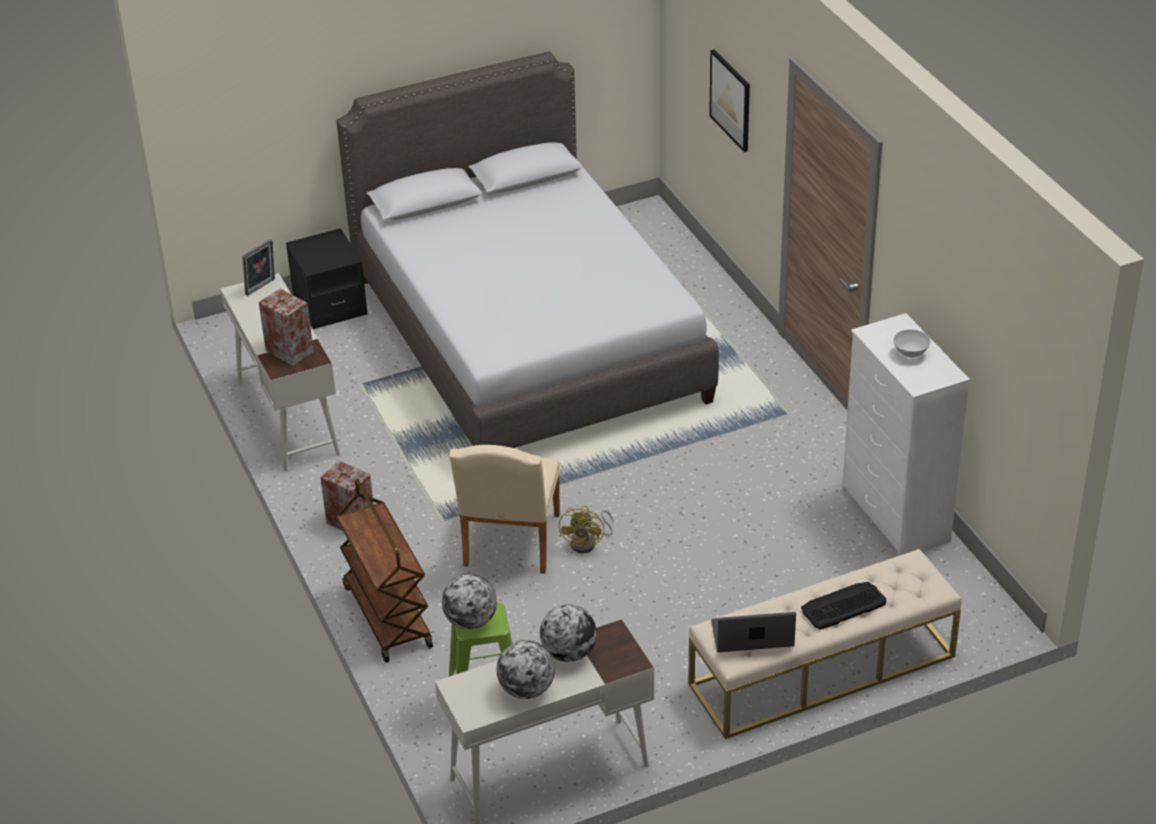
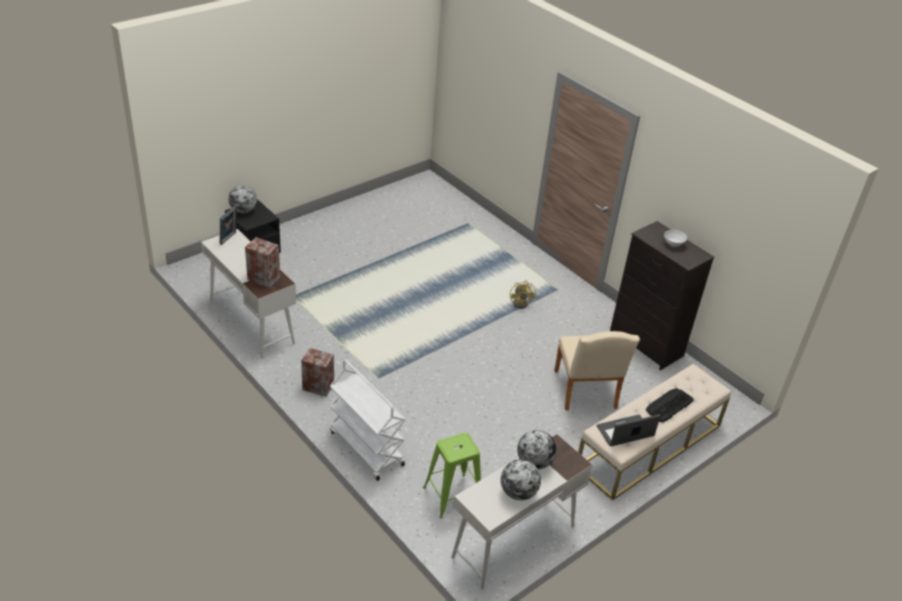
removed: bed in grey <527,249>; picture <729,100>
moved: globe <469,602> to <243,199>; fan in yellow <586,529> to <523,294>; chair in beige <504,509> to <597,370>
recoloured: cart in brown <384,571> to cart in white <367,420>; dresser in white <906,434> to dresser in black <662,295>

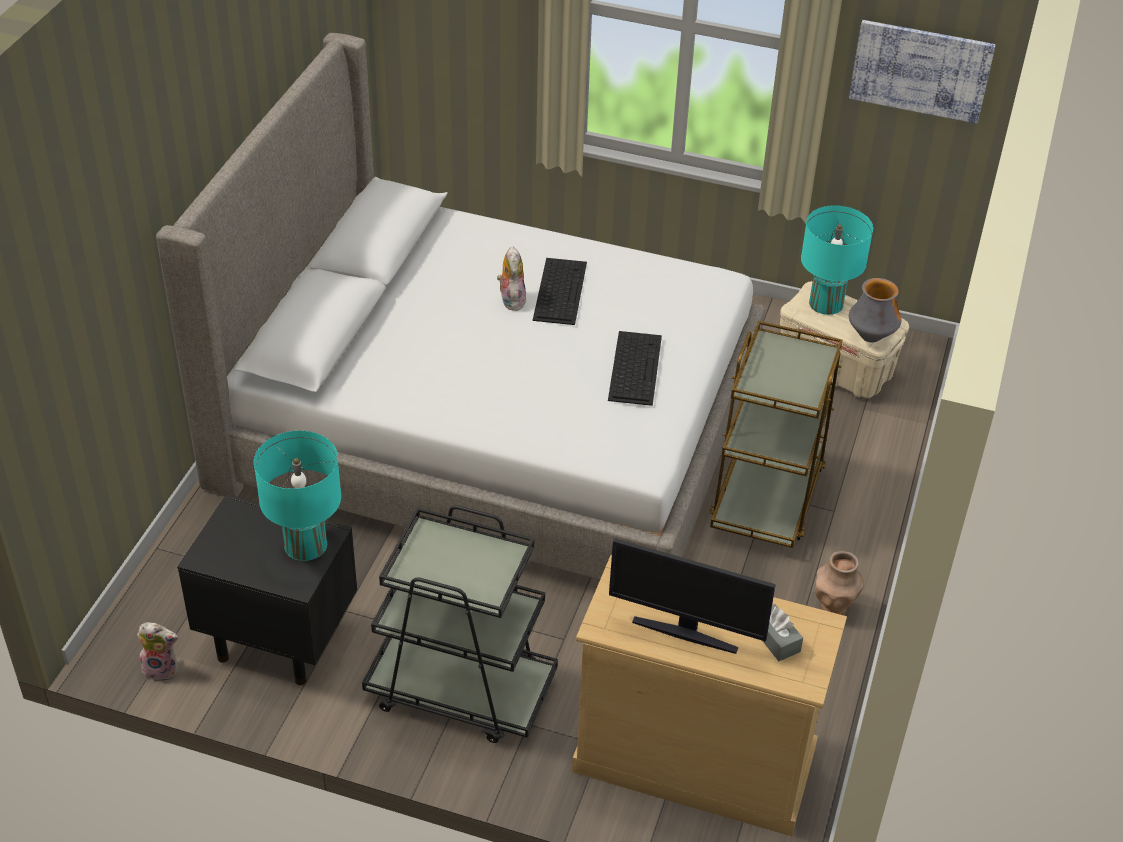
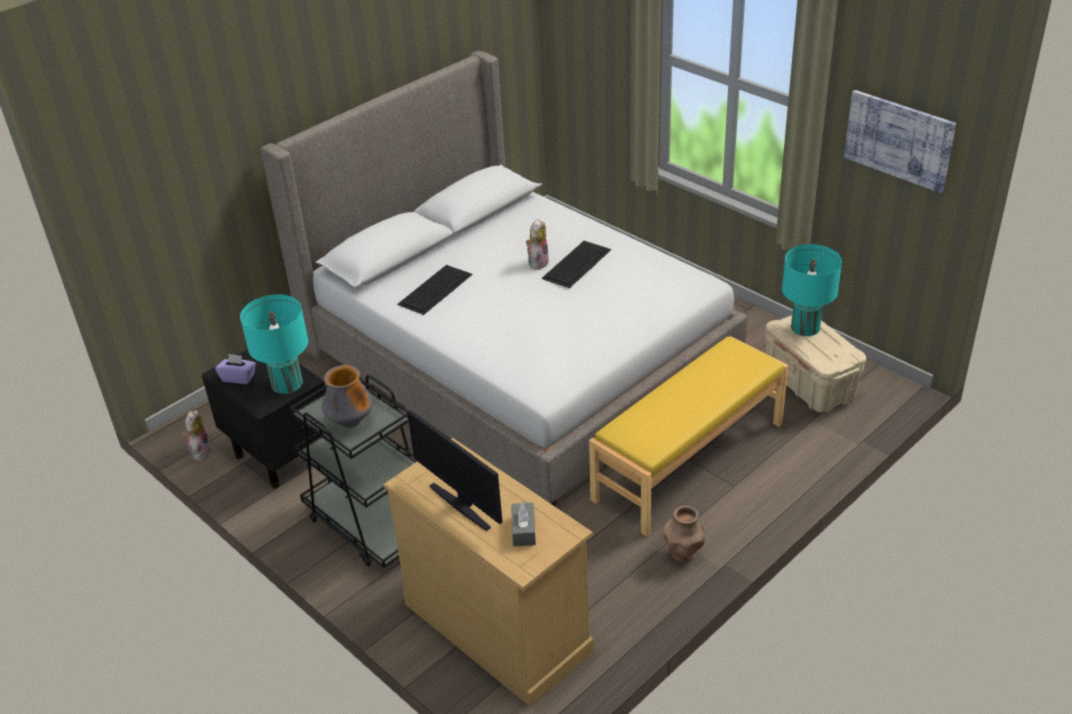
added: tissue box in purple <235,369>
moved: vase <875,310> to <347,396>; keyboard <635,368> to <434,290>
replaced: cart in brown <776,434> to bench in yellow <688,436>
turned: plush toy <157,652> = <197,435> 120 degrees counterclockwise

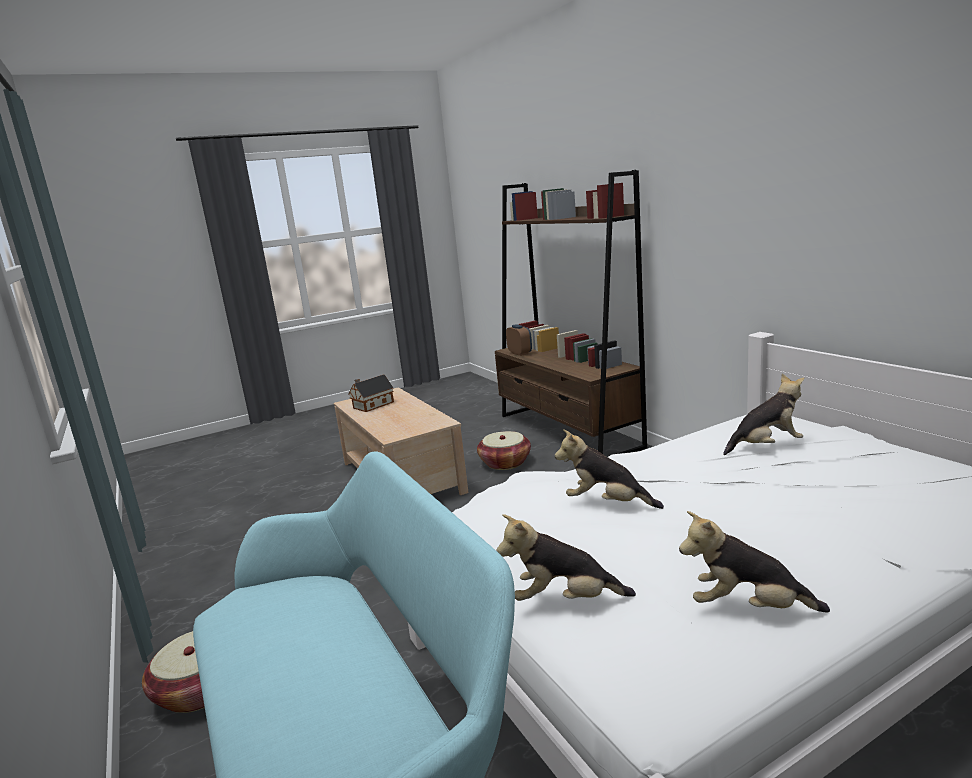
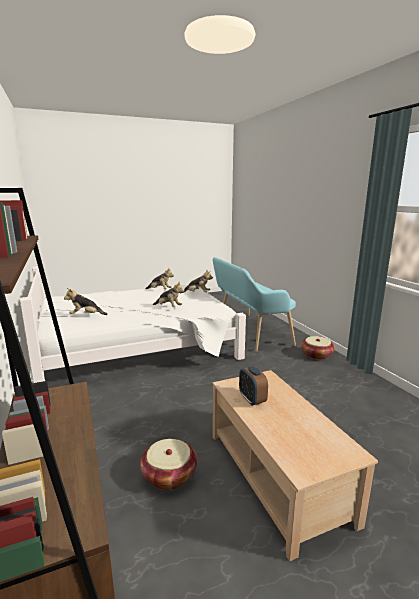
removed: toy house <371,393>
moved: alarm clock <519,340> to <253,386>

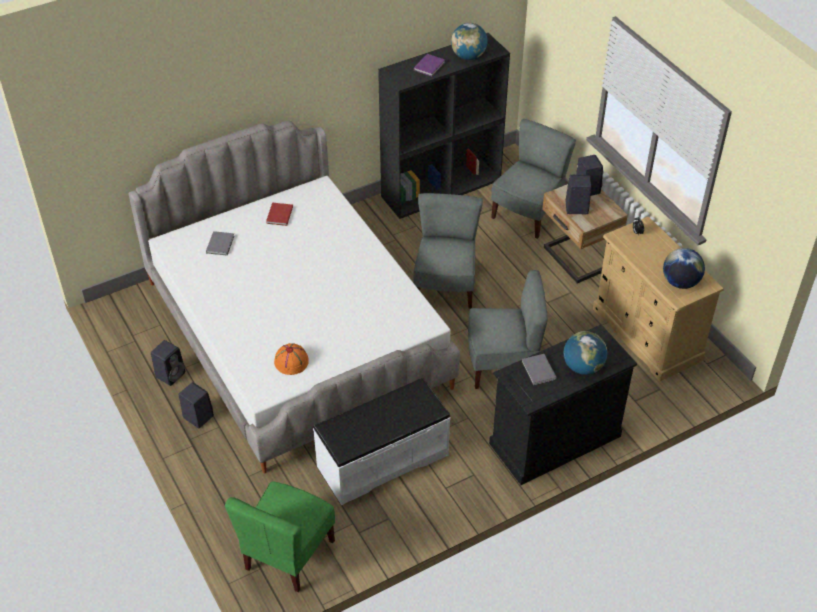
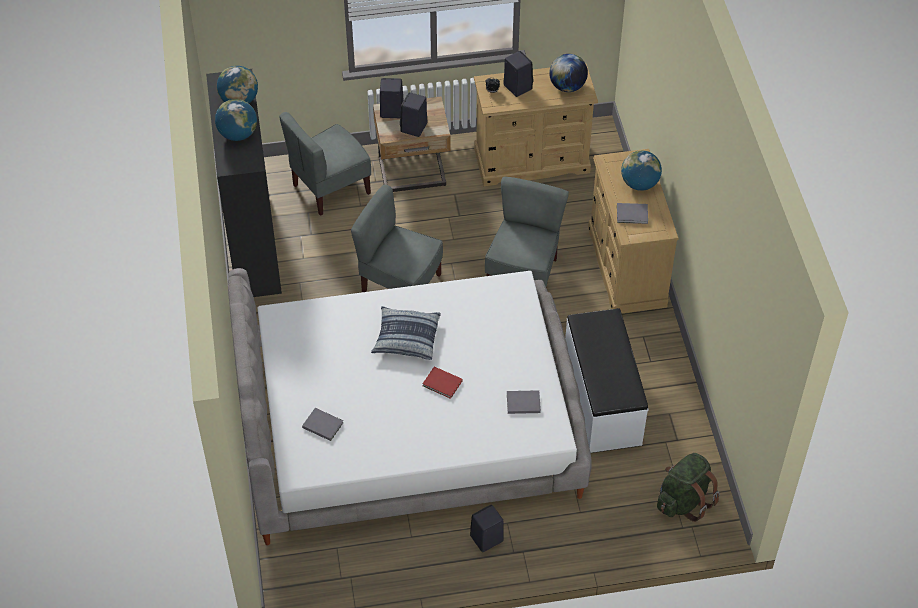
added: pillow <406,333>
moved: book in red <279,214> to <443,383>; speaker in black <168,363> to <518,74>
replaced: book in purple <429,65> to globe <236,120>; hat in orange <291,359> to book in grey <524,402>; chair in green <280,536> to backpack in green <688,487>
recoloured: dresser in black <563,405> to dresser in beige <633,231>
turned: chair in grey <533,179> = <325,164> 90 degrees counterclockwise

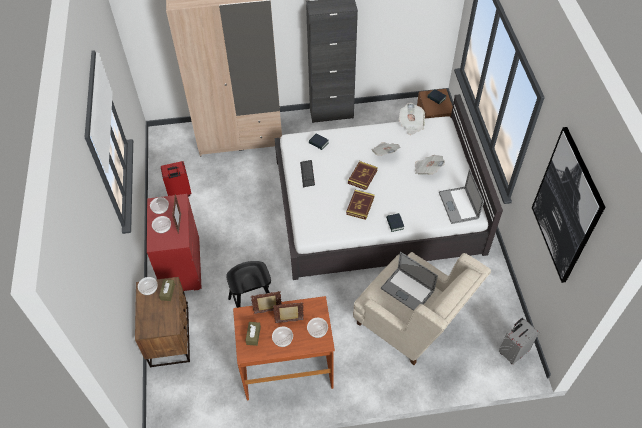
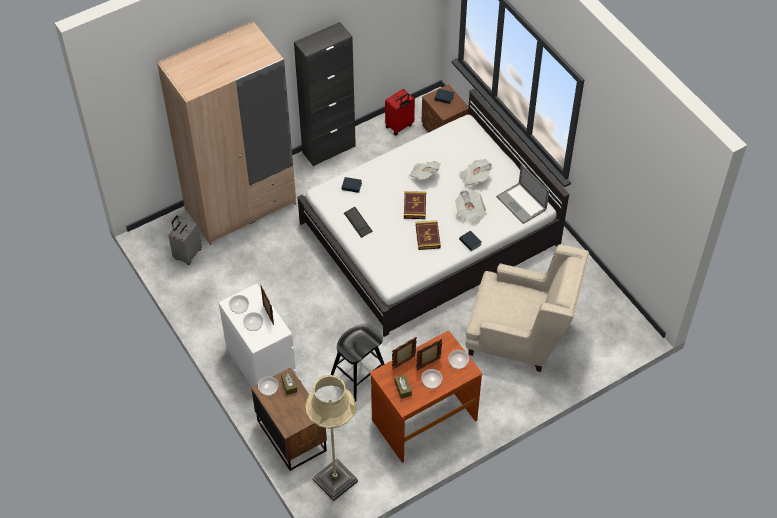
removed: laptop <409,281>; picture <568,205>
added: floor lamp in beige <331,438>
moved: suitcase in grey <519,341> to <185,240>; suitcase in red <176,179> to <400,112>; newspaper <412,119> to <471,208>
recoloured: dresser in red <174,242> to dresser in white <257,335>

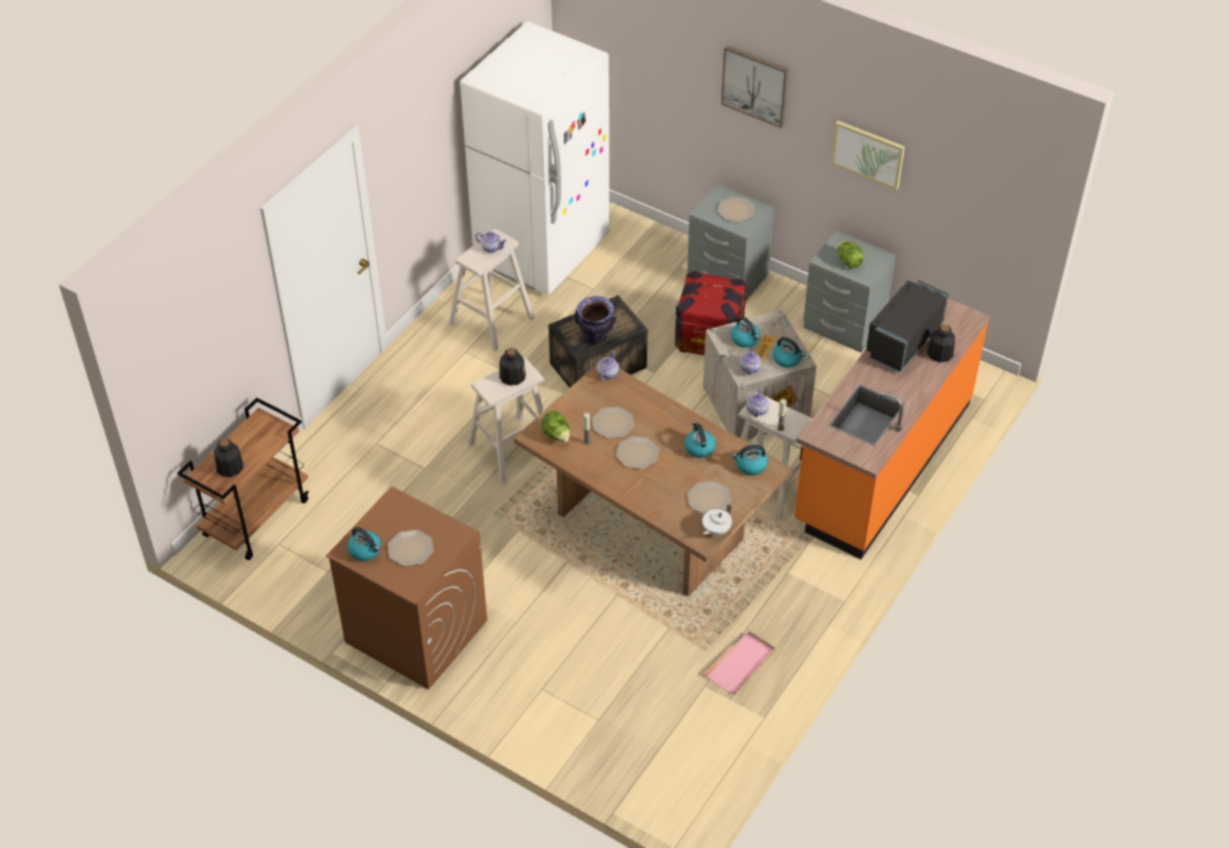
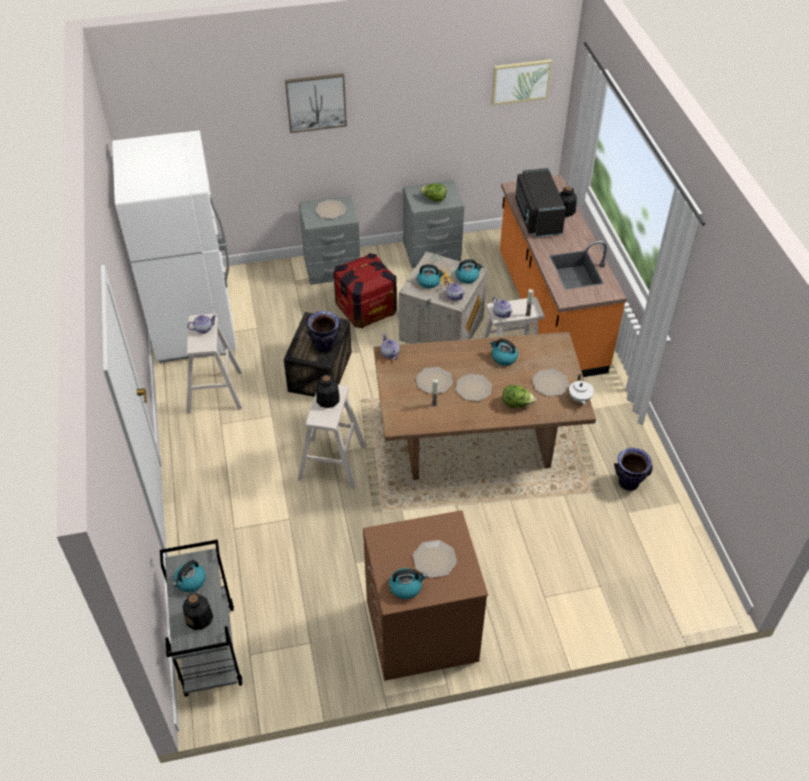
moved: kettle <750,460> to <189,576>; picture <868,155> to <521,82>; lettuce <555,426> to <519,396>
replaced: tray in pink <740,662> to vase <633,469>
recoloured: cart in brown <243,478> to cart in grey <201,618>

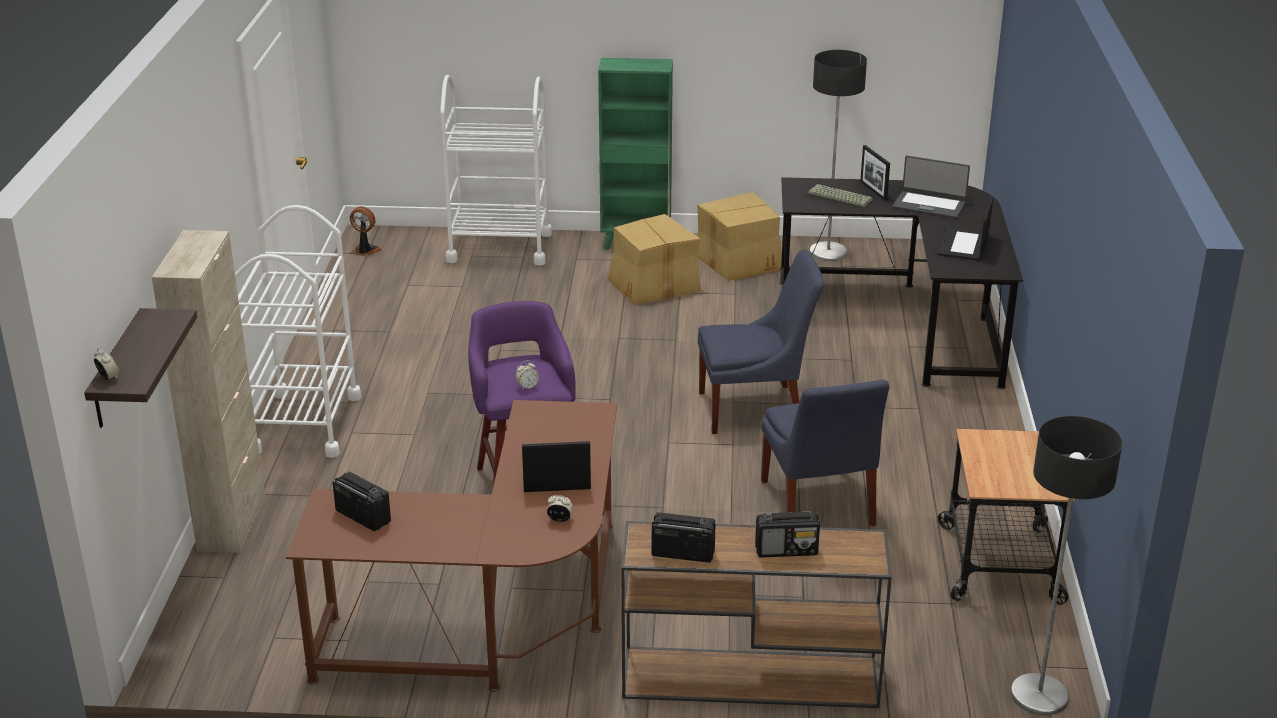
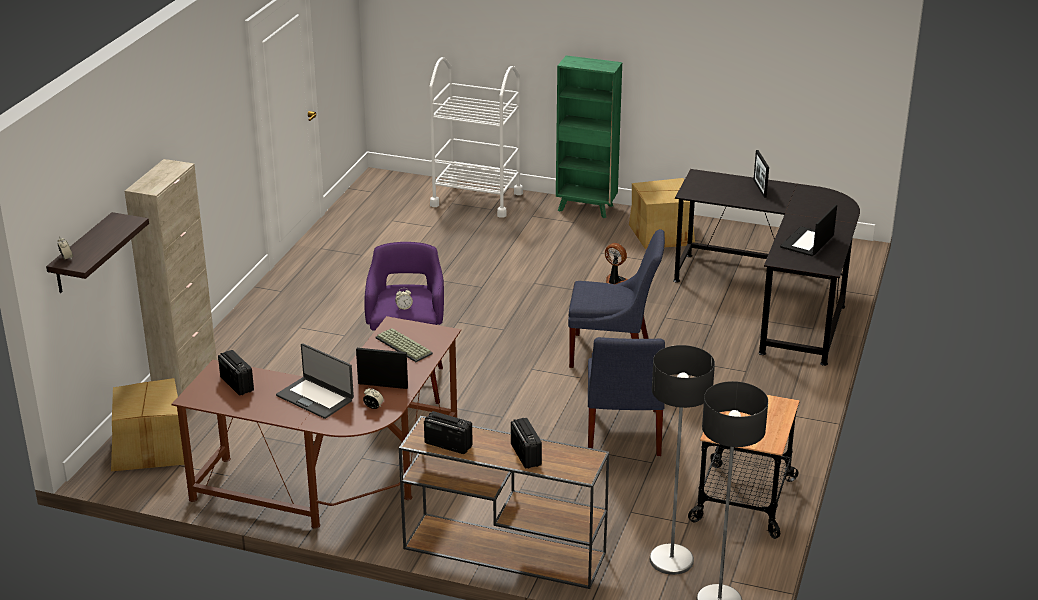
removed: cart in white <298,331>
moved: cardboard box <654,259> to <147,424>; laptop <931,187> to <315,381>; keyboard <840,196> to <404,345>; fan <366,231> to <616,263>; floor lamp <838,155> to <682,460>
turned: radio <787,534> = <526,443> 120 degrees counterclockwise

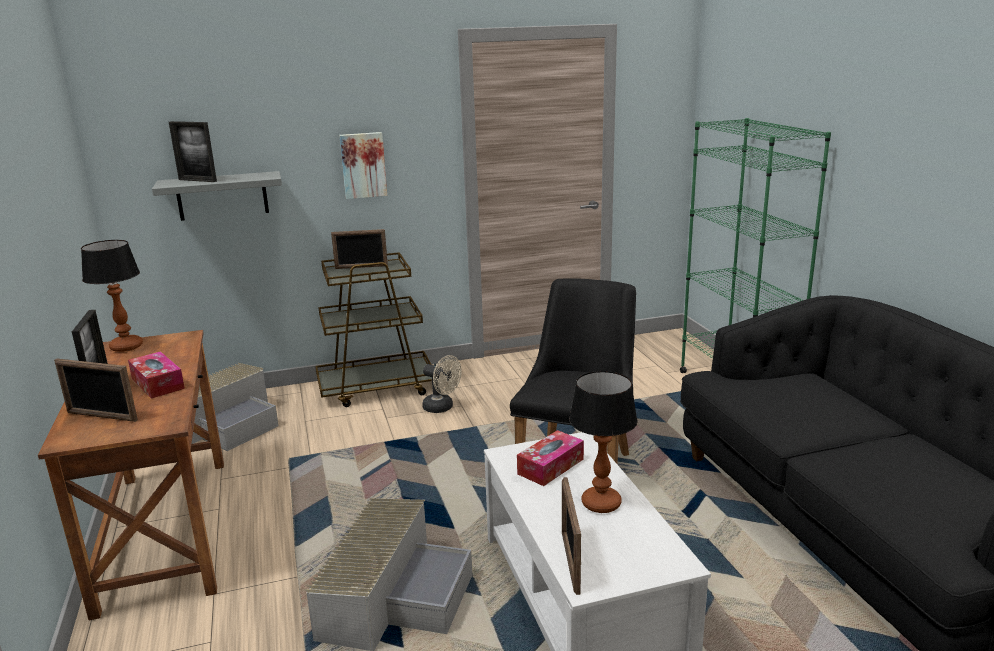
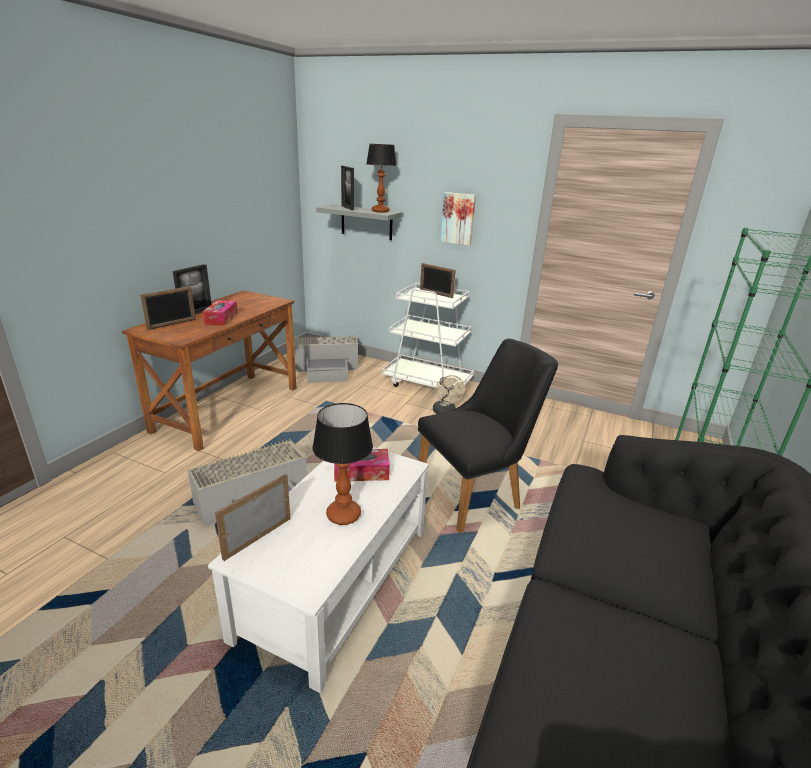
moved: table lamp <112,296> to <381,178>
recoloured: cart in brown <373,329> to cart in white <428,336>
turned: picture frame <96,390> = <168,308> 105 degrees counterclockwise

